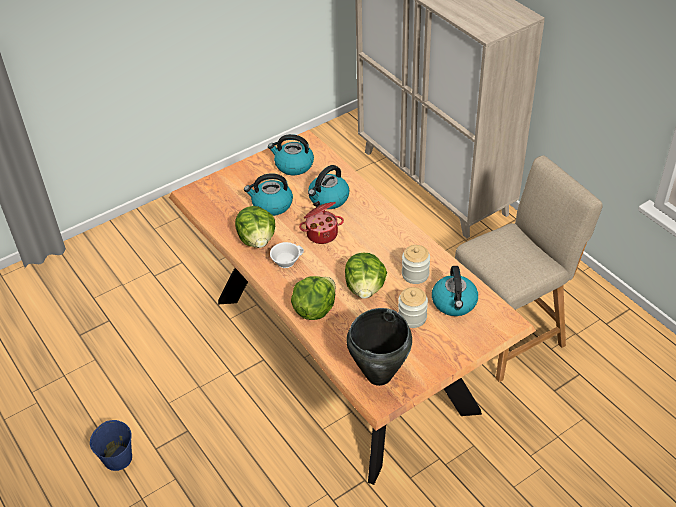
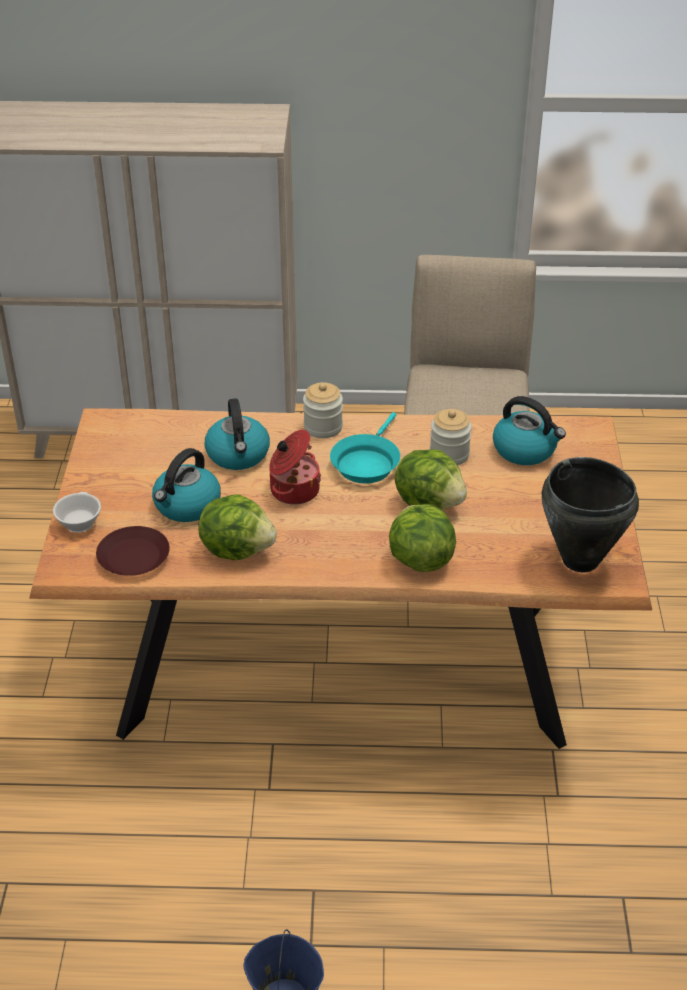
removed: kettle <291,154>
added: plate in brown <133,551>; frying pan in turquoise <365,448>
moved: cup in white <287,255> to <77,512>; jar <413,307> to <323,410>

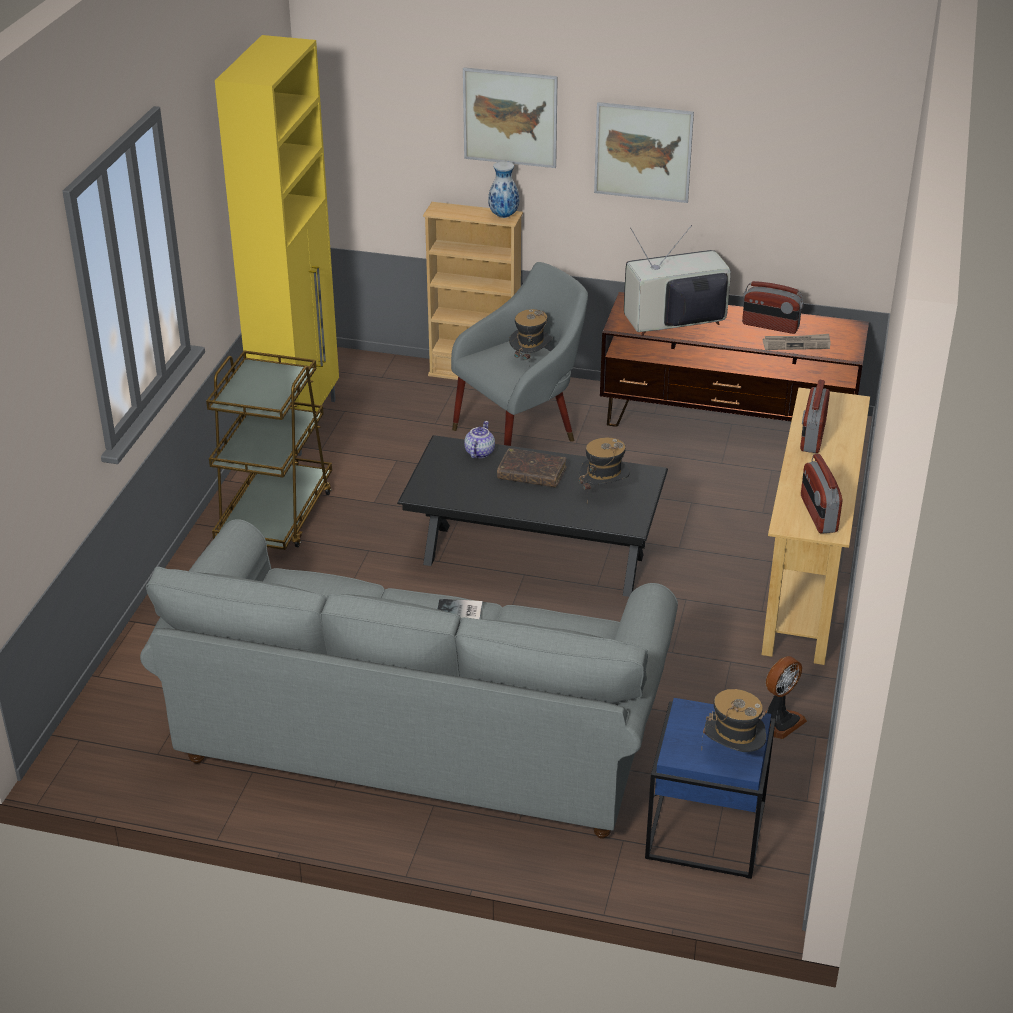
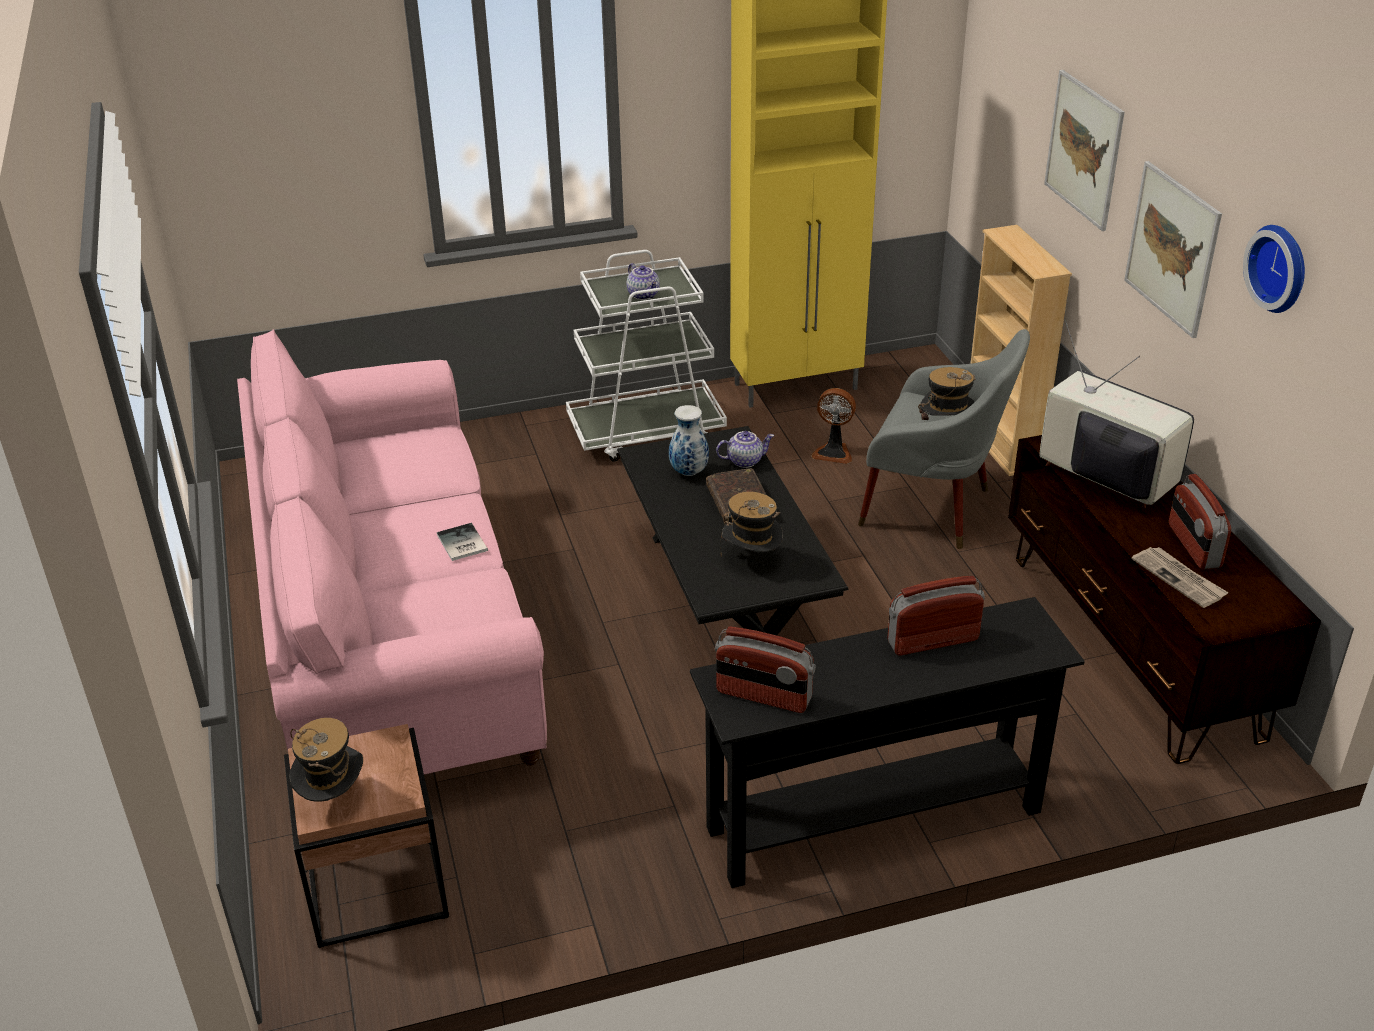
added: teapot <643,281>; wall clock <1274,269>
moved: vase <503,189> to <689,440>; fan <786,697> to <833,426>
recoloured: sofa in grey <409,679> to sofa in pink <392,551>; side table in blue <710,788> to side table in brown <366,836>; cart in brown <269,450> to cart in white <646,356>; console table in beige <816,526> to console table in black <887,742>
turned: radio <821,494> = <765,669> 120 degrees counterclockwise

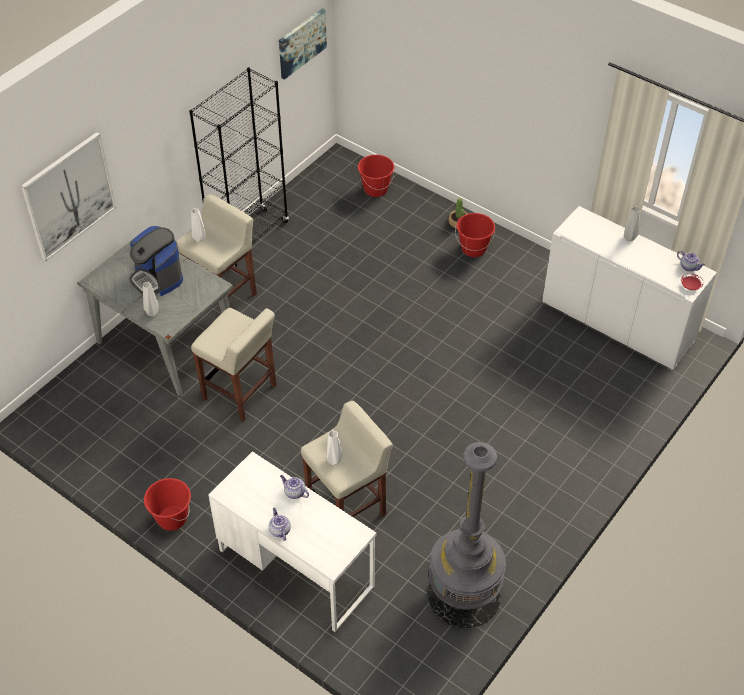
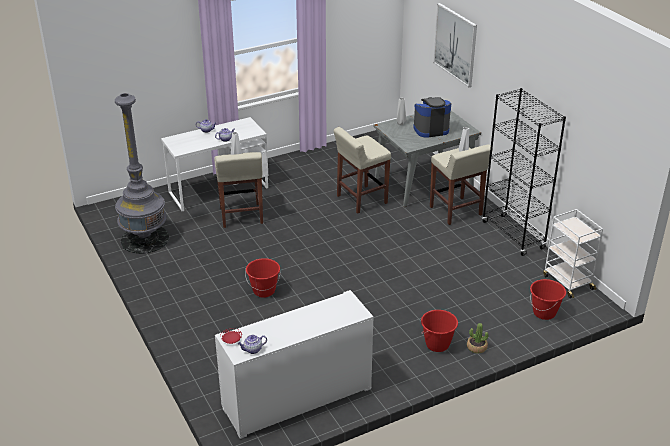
removed: picture <303,44>; vase in grey <632,223>
added: cart in white <573,253>
moved: bucket in red <167,504> to <263,278>

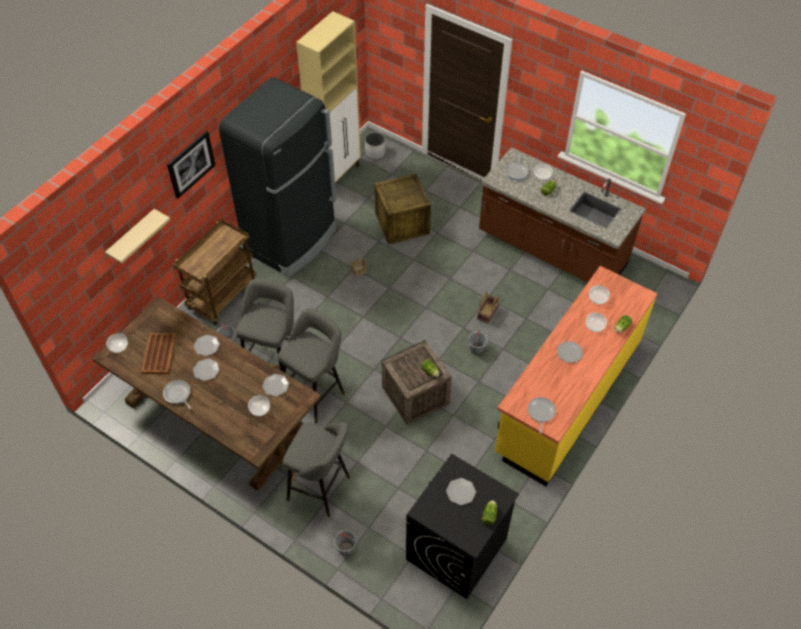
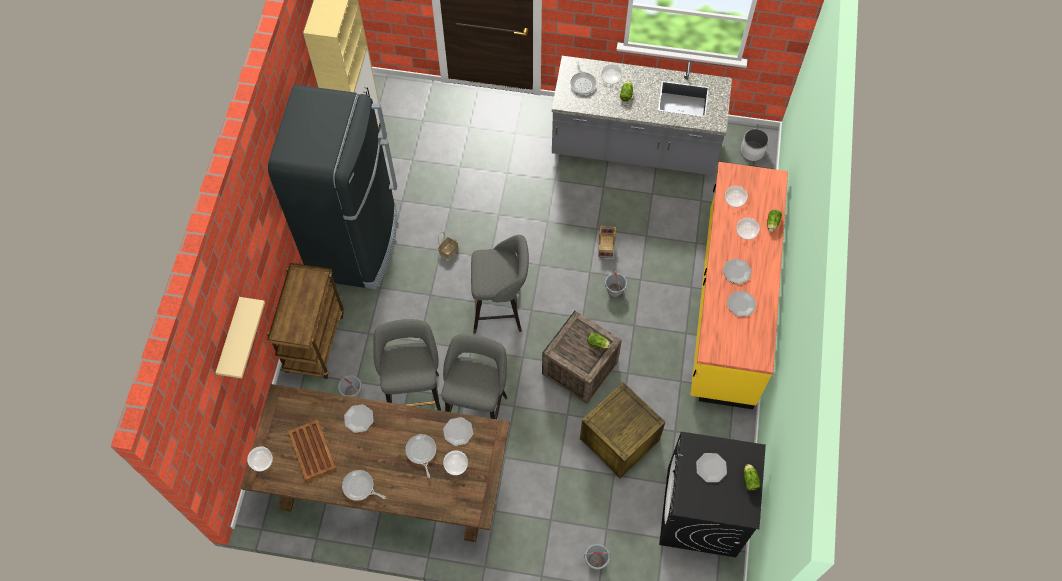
removed: picture <191,165>
moved: frying pan <542,415> to <421,456>; stool in grey <316,469> to <500,284>; crate <402,209> to <622,430>; plate <206,370> to <741,303>; planter in white <375,145> to <754,145>
recoloured: counter in brown <562,215> to counter in grey <642,115>

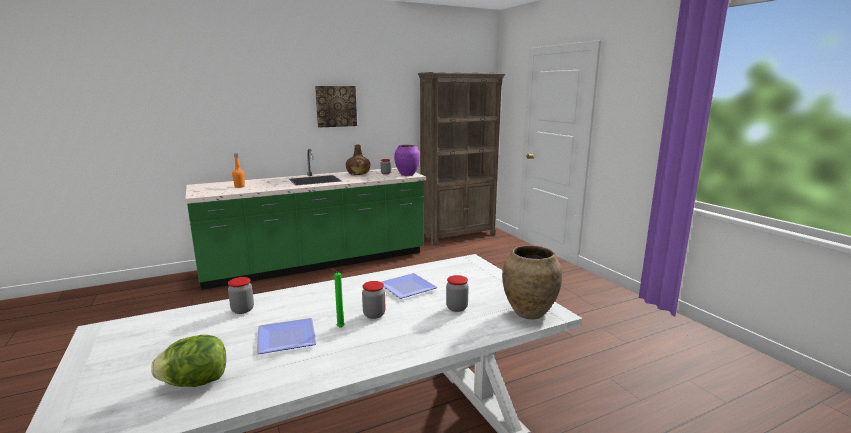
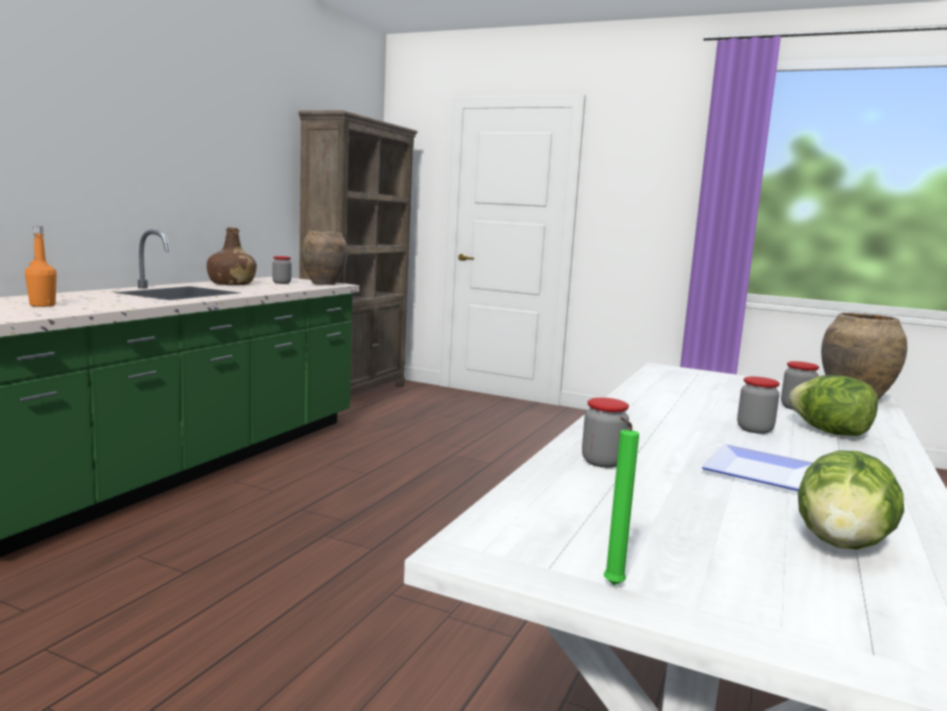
removed: picture <336,106>; plate <409,286>
added: lettuce <833,405>
moved: candle in green <338,298> to <621,501>
recoloured: vase in purple <407,160> to vase in brown <324,258>

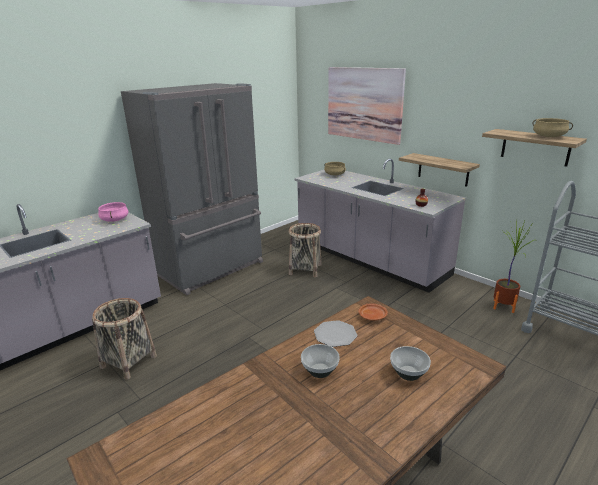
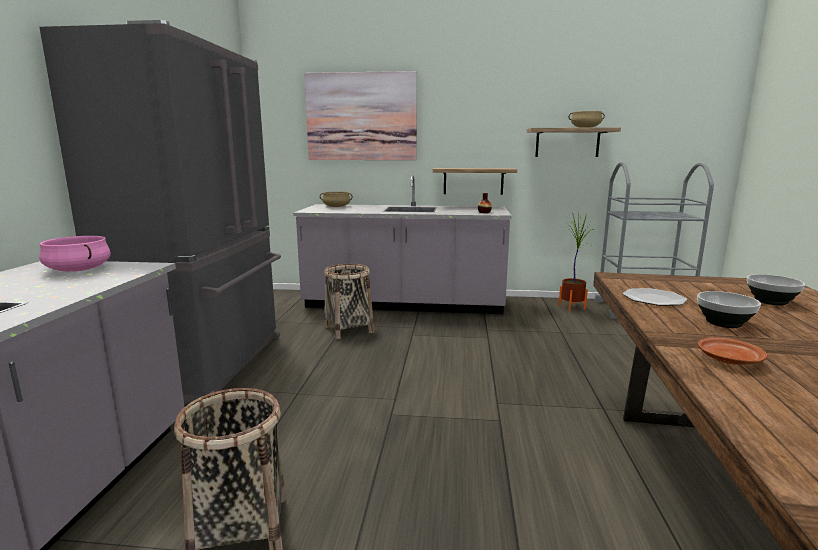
moved: plate in brown <373,312> to <732,351>

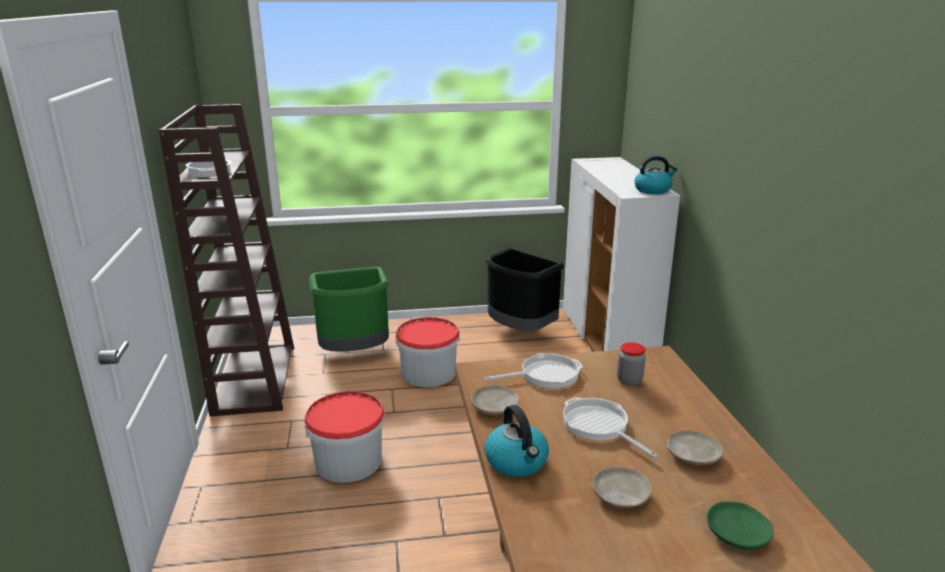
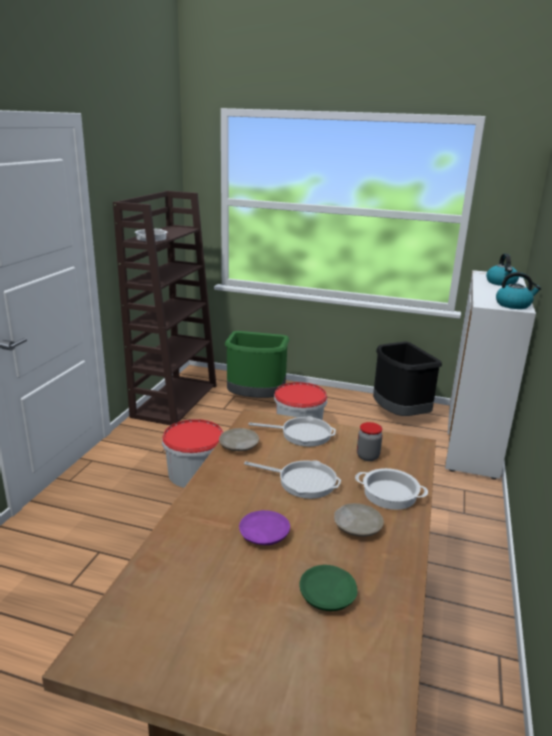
added: cooking pot <391,489>
moved: kettle <517,441> to <502,269>
recoloured: plate in beige <622,487> to plate in purple <264,527>
turned: frying pan <610,427> = <292,479> 120 degrees clockwise

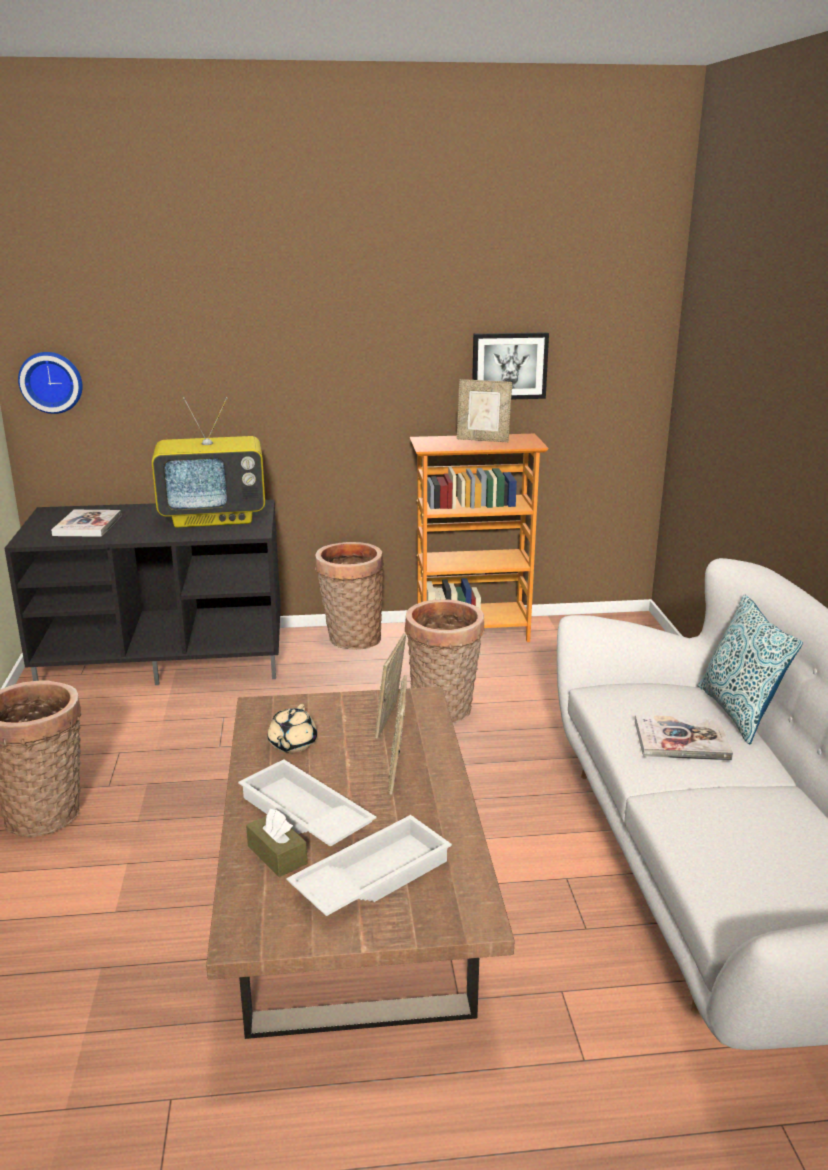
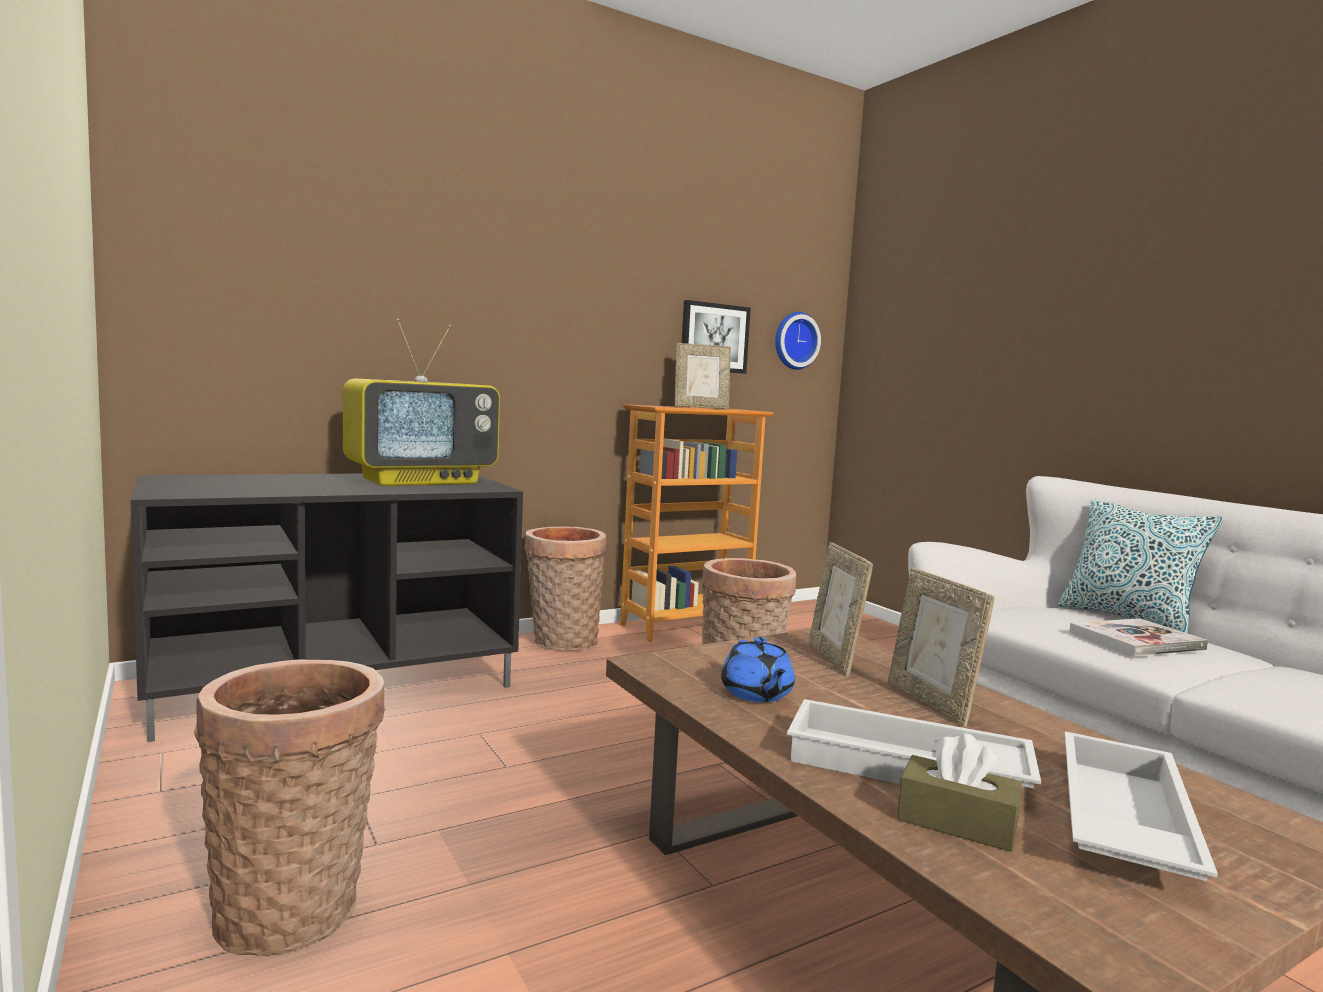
removed: book <86,523>
moved: wall clock <50,383> to <798,341>
recoloured: teapot in beige <292,728> to teapot in blue <758,669>

